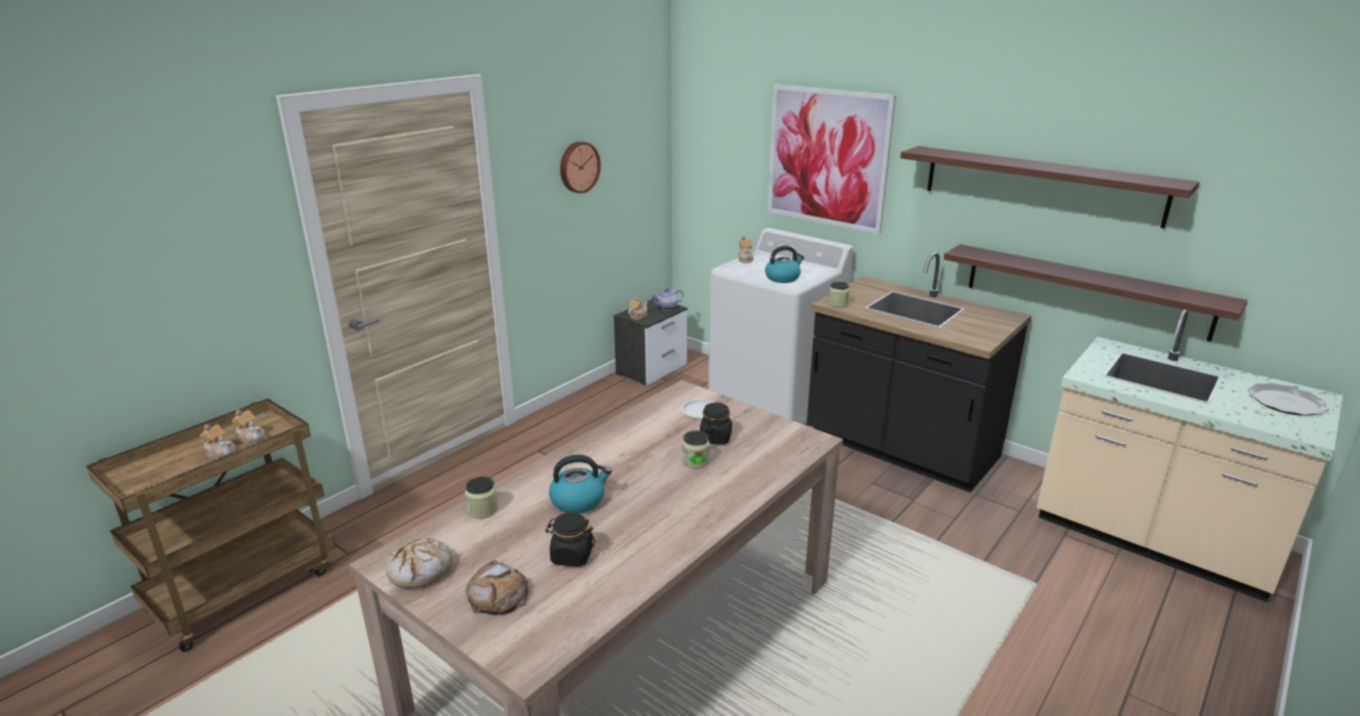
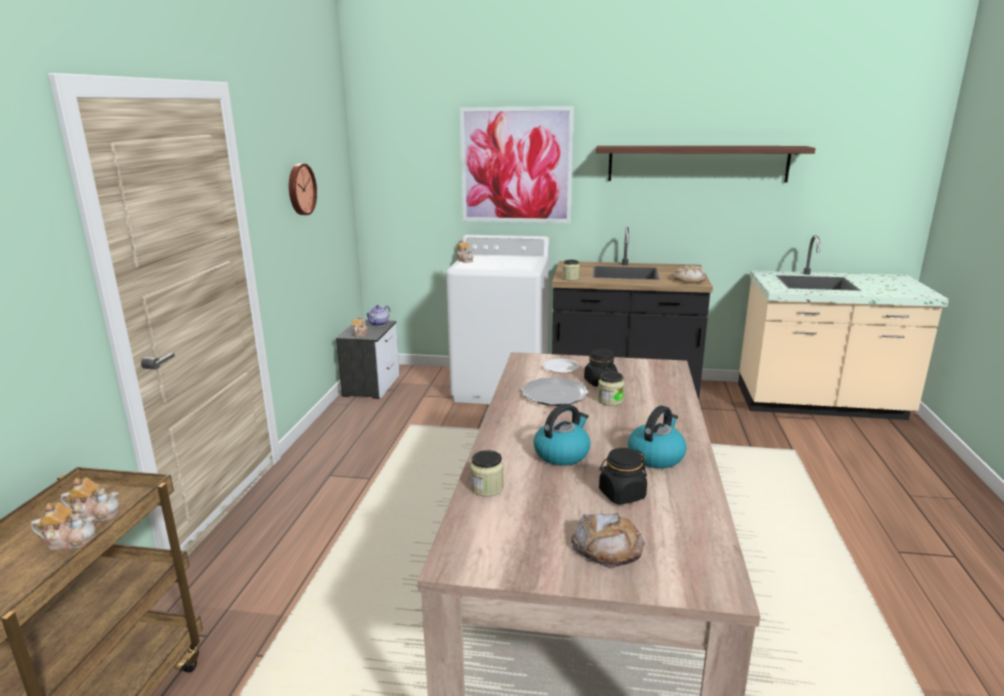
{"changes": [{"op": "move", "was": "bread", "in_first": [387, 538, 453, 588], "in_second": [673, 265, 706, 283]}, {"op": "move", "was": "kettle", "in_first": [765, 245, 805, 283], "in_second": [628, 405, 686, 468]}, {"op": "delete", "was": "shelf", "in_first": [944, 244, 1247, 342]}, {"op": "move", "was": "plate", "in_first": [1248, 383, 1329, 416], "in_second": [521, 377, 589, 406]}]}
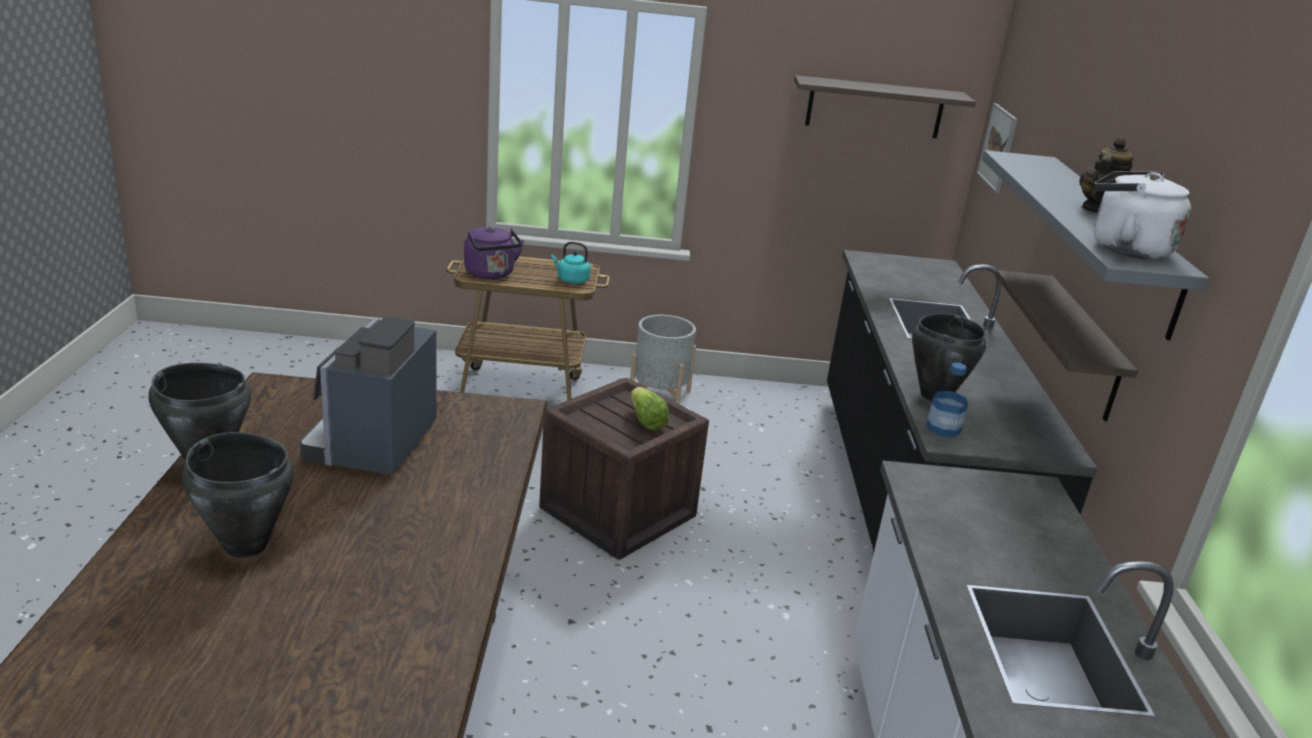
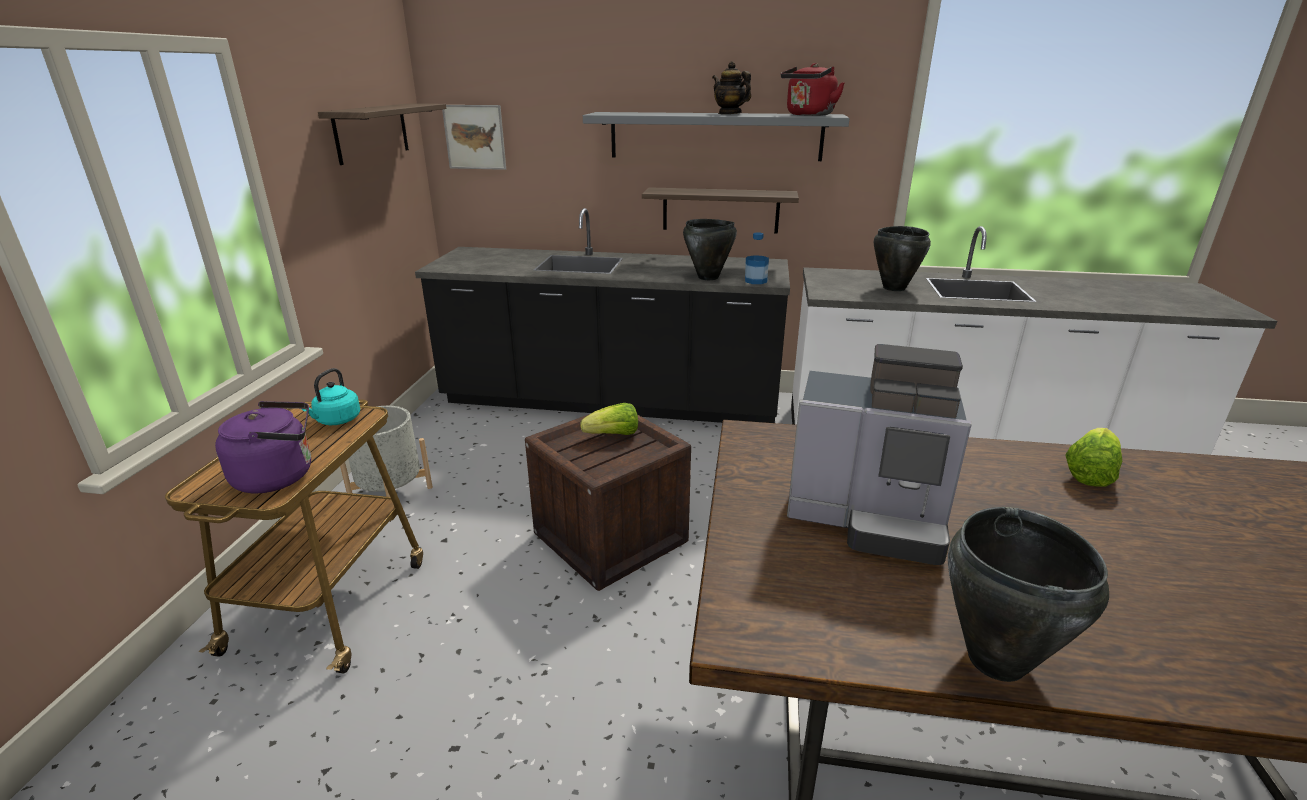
{"changes": [{"op": "move", "was": "cooking pot (black)", "in_first": [182, 432, 294, 558], "in_second": [874, 226, 931, 291]}, {"op": "recolor", "was": "kettle (white)", "now": "kettle (red)", "in_first": [1094, 171, 1191, 259], "in_second": [781, 63, 845, 116]}, {"op": "insert", "now": "lettuce", "in_second": [1065, 428, 1122, 487]}]}
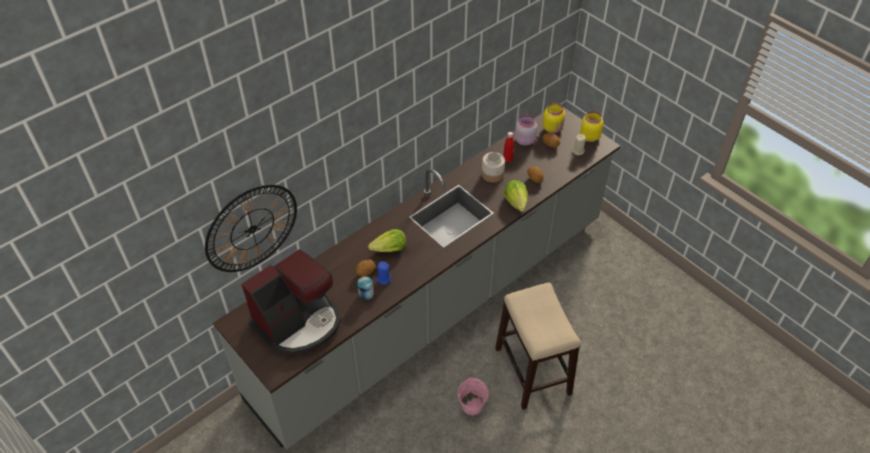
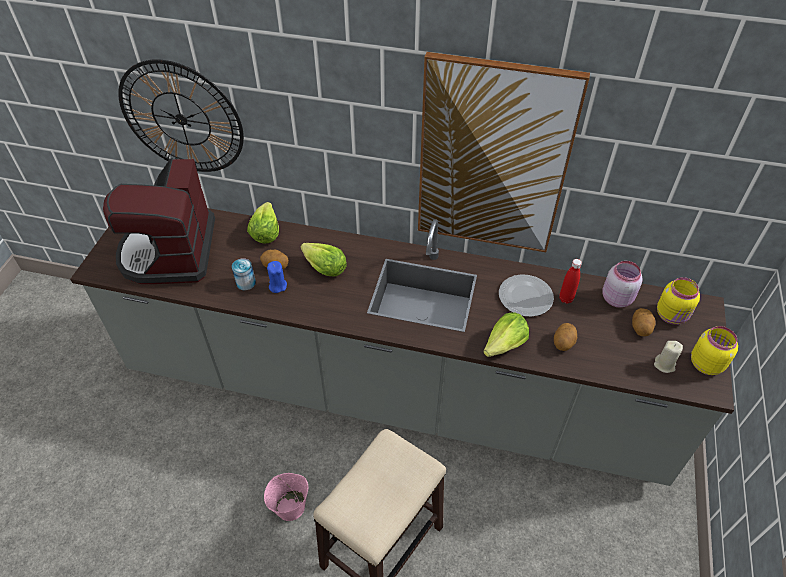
{"changes": [{"op": "rotate", "was": "coffee machine", "in_first": [241, 249, 341, 355], "in_second": [103, 158, 215, 284], "clockwise": 75}, {"op": "replace", "was": "jar", "now": "plate", "in_first": [482, 152, 505, 183], "in_second": [499, 274, 554, 317]}, {"op": "insert", "now": "lettuce", "in_second": [247, 202, 279, 243]}, {"op": "insert", "now": "picture", "in_second": [418, 52, 590, 252]}]}
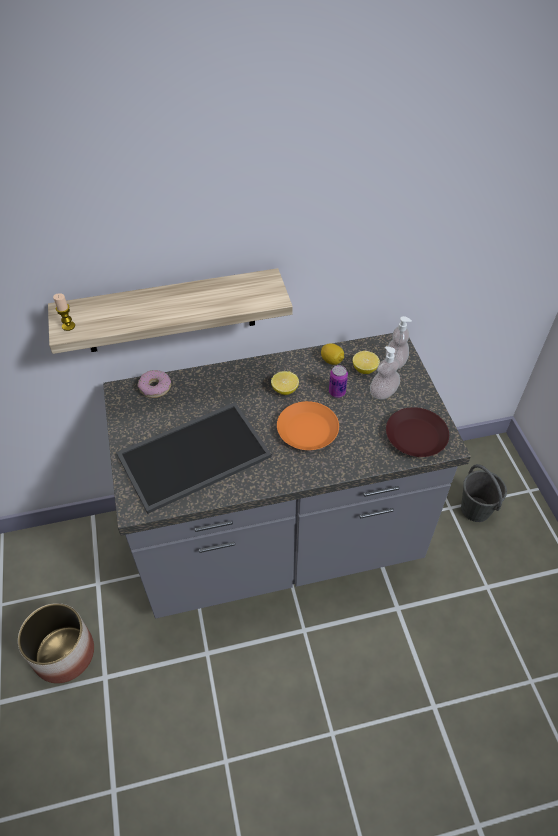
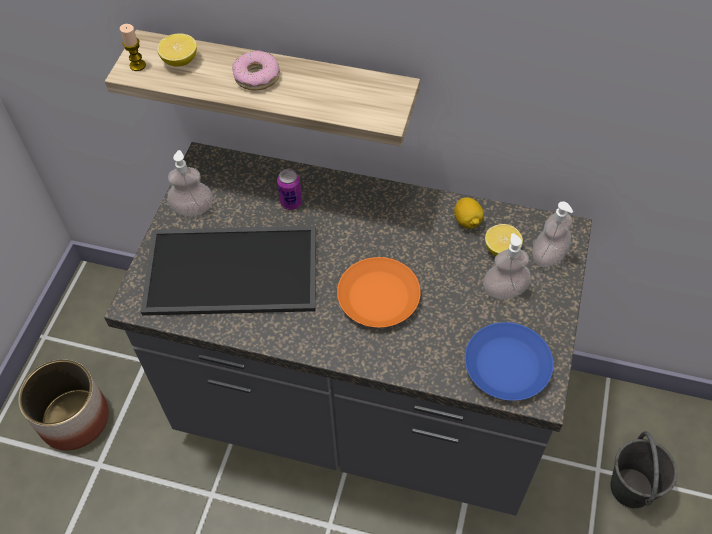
{"changes": [{"op": "move", "was": "donut", "in_first": [138, 370, 171, 398], "in_second": [232, 50, 280, 91]}, {"op": "move", "was": "lemon", "in_first": [271, 371, 299, 395], "in_second": [157, 33, 197, 67]}, {"op": "move", "was": "can", "in_first": [329, 365, 348, 398], "in_second": [277, 169, 302, 210]}, {"op": "recolor", "was": "plate (brown)", "now": "plate (blue)", "in_first": [386, 407, 449, 457], "in_second": [465, 322, 554, 401]}, {"op": "insert", "now": "soap dispenser", "in_second": [168, 150, 213, 216]}]}
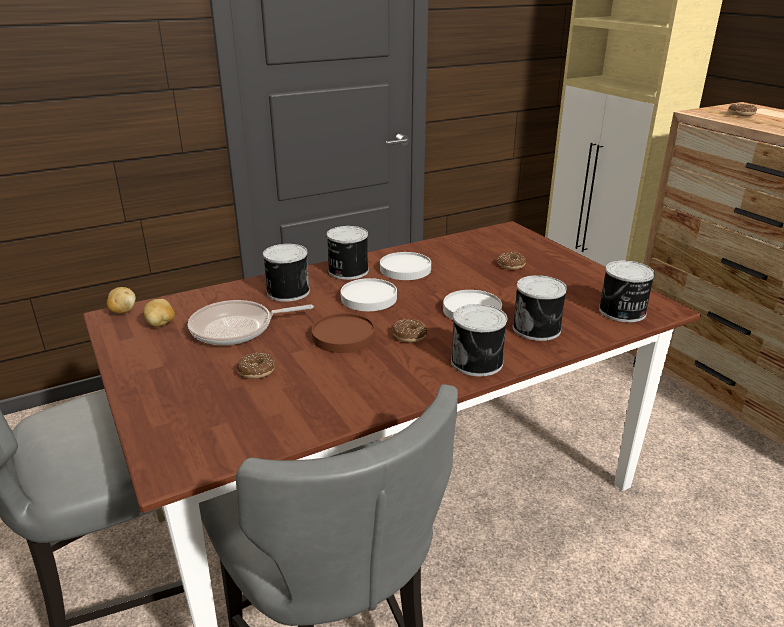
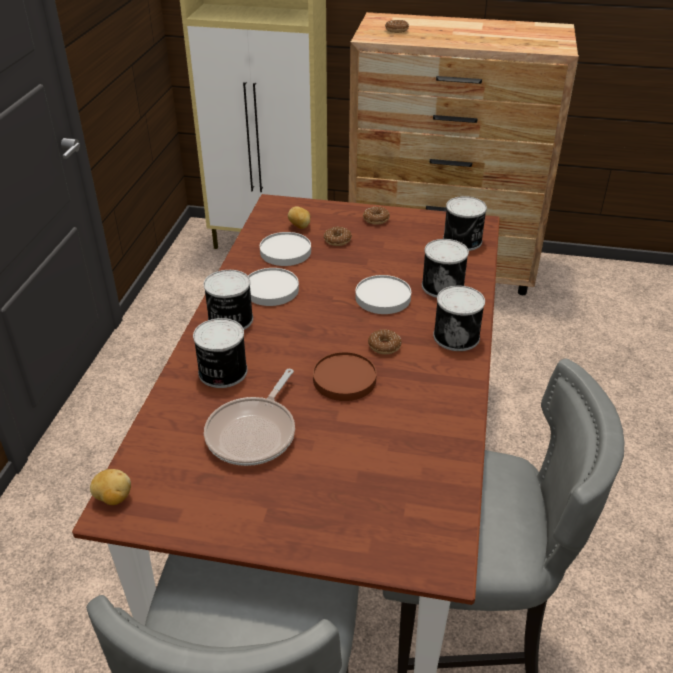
{"changes": [{"op": "move", "was": "potato", "in_first": [143, 299, 175, 327], "in_second": [288, 206, 310, 229]}, {"op": "move", "was": "donut", "in_first": [237, 353, 275, 379], "in_second": [363, 207, 390, 225]}, {"op": "move", "was": "plate (white)", "in_first": [341, 278, 397, 311], "in_second": [260, 232, 311, 266]}]}
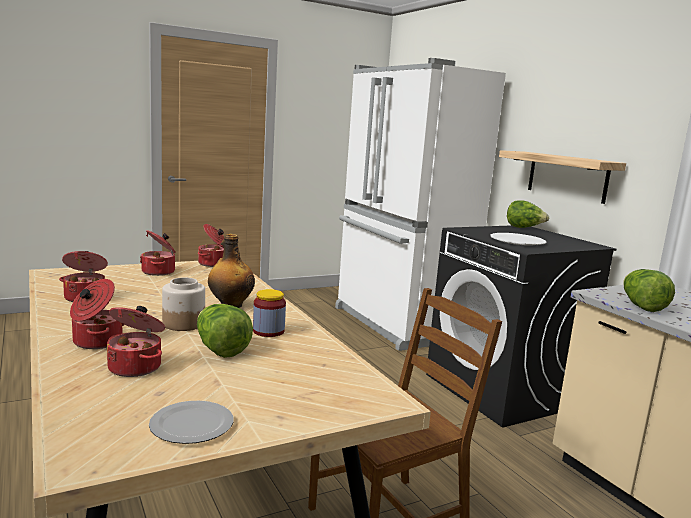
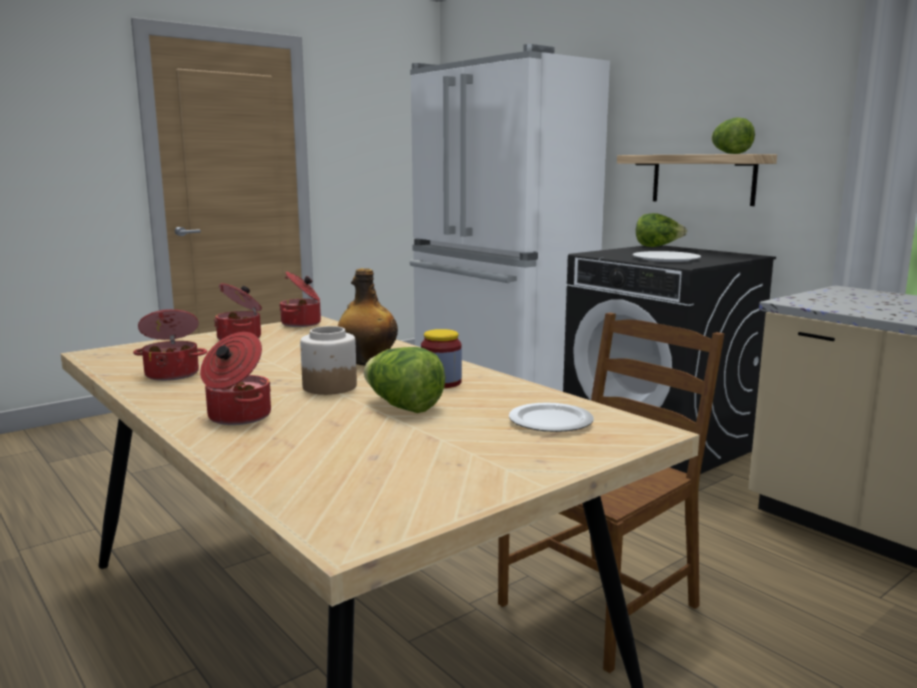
{"changes": [{"op": "delete", "was": "cooking pot", "in_first": [107, 306, 165, 377]}, {"op": "move", "was": "plate", "in_first": [149, 401, 234, 444], "in_second": [509, 402, 594, 432]}, {"op": "move", "was": "lettuce", "in_first": [623, 269, 675, 312], "in_second": [711, 117, 755, 154]}]}
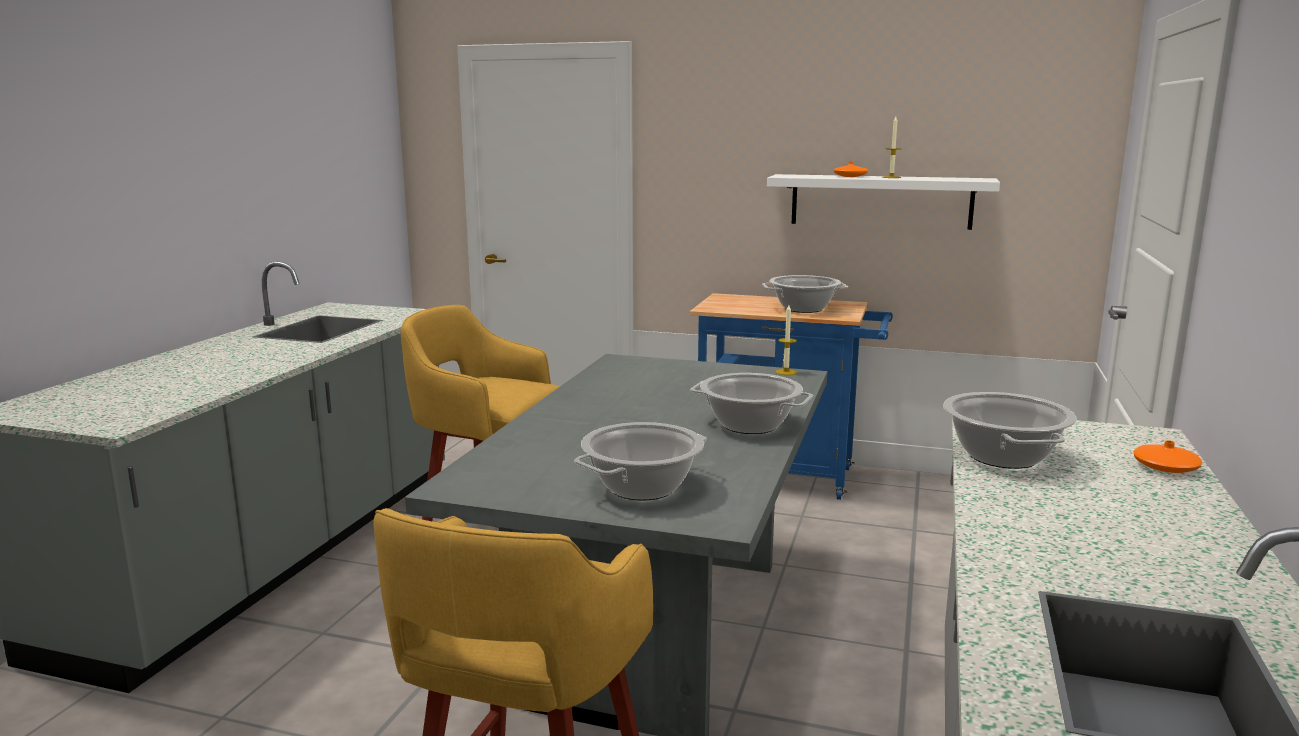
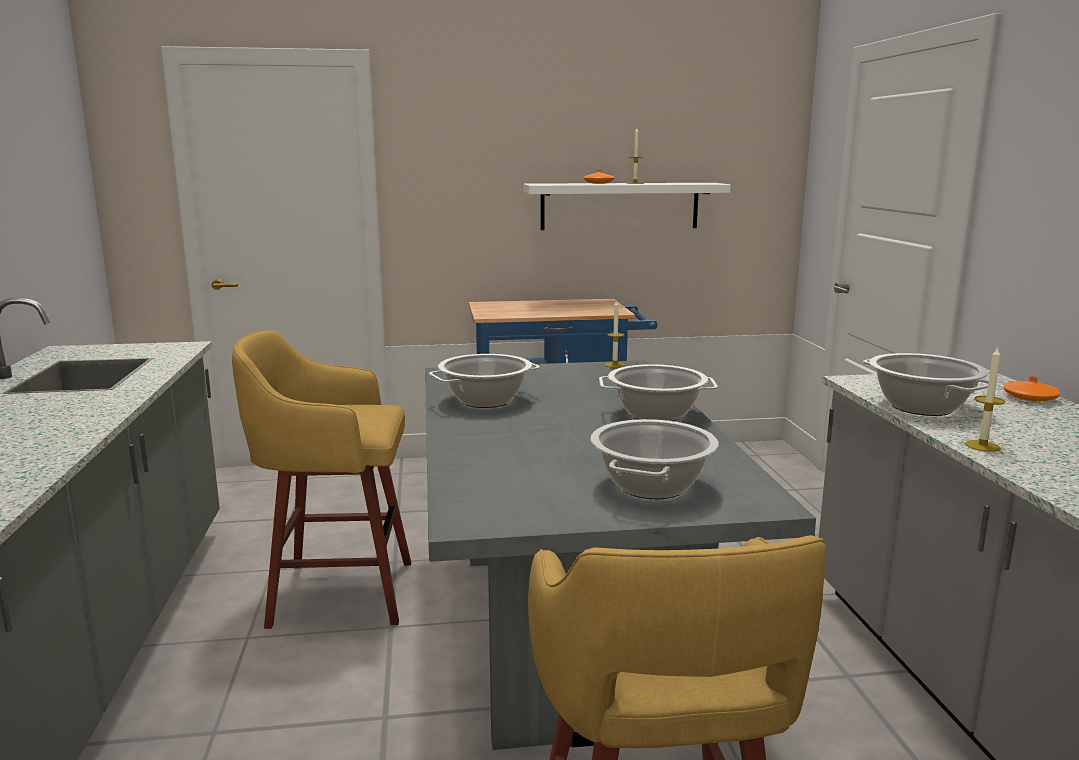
{"changes": [{"op": "move", "was": "cooking pot", "in_first": [762, 275, 848, 313], "in_second": [429, 354, 540, 408]}, {"op": "insert", "now": "candle", "in_second": [965, 347, 1005, 452]}]}
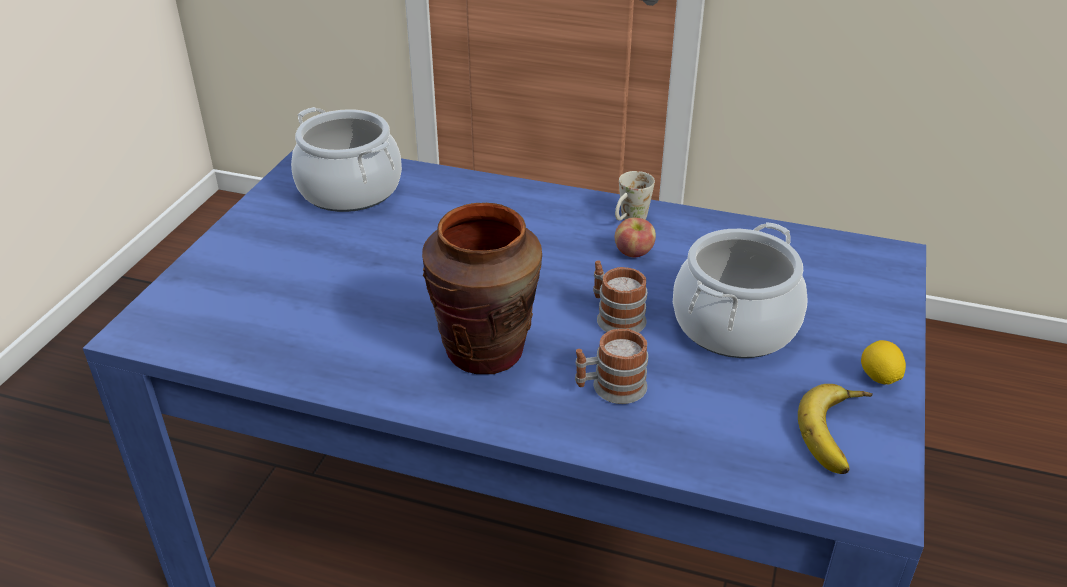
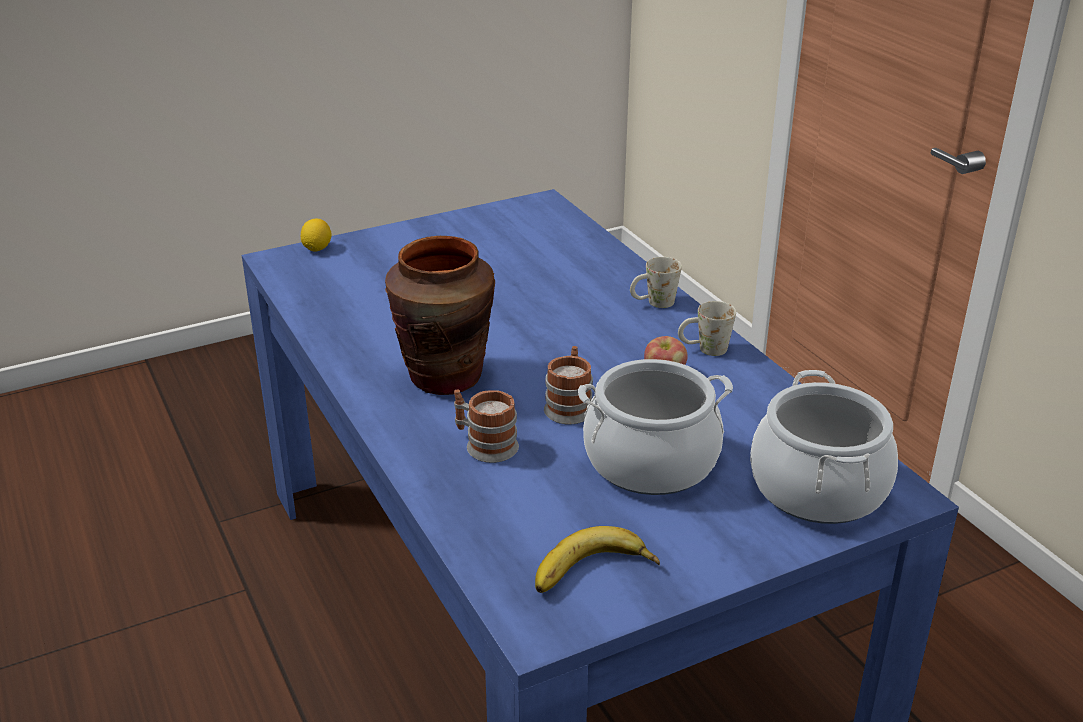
{"changes": [{"op": "move", "was": "cooking pot", "in_first": [291, 107, 402, 212], "in_second": [750, 370, 898, 524]}, {"op": "move", "was": "lemon", "in_first": [861, 340, 906, 384], "in_second": [301, 219, 332, 252]}, {"op": "insert", "now": "mug (white)", "in_second": [630, 257, 682, 308]}]}
